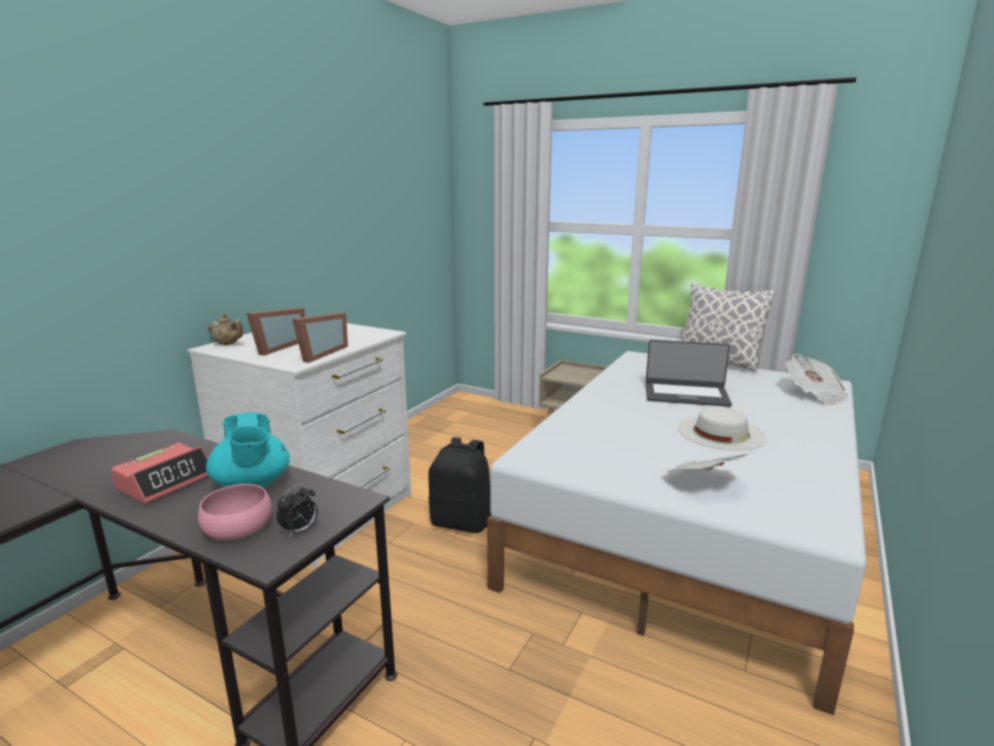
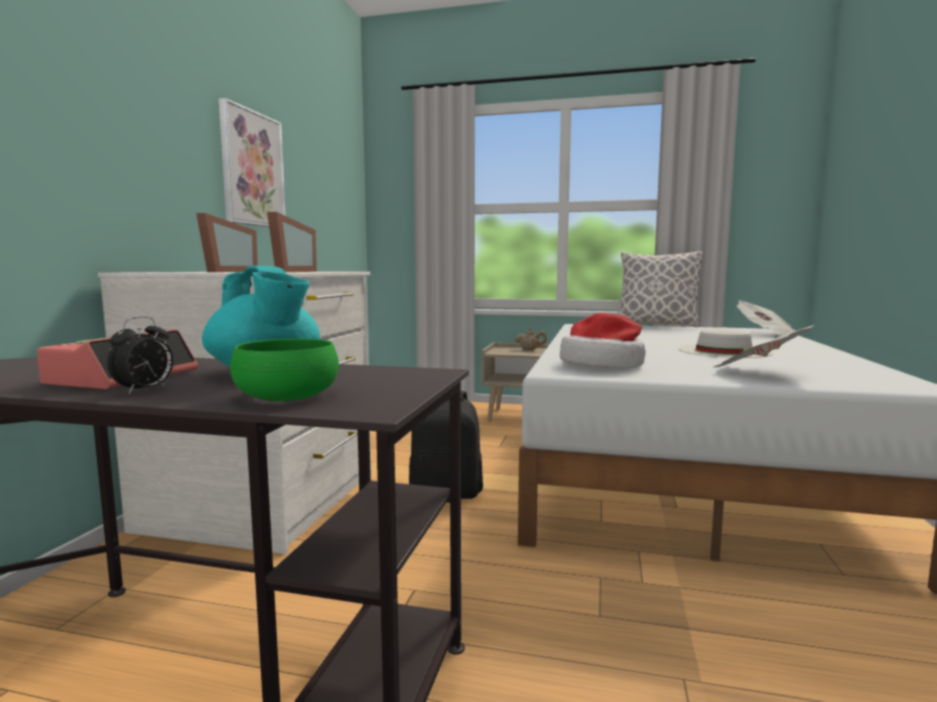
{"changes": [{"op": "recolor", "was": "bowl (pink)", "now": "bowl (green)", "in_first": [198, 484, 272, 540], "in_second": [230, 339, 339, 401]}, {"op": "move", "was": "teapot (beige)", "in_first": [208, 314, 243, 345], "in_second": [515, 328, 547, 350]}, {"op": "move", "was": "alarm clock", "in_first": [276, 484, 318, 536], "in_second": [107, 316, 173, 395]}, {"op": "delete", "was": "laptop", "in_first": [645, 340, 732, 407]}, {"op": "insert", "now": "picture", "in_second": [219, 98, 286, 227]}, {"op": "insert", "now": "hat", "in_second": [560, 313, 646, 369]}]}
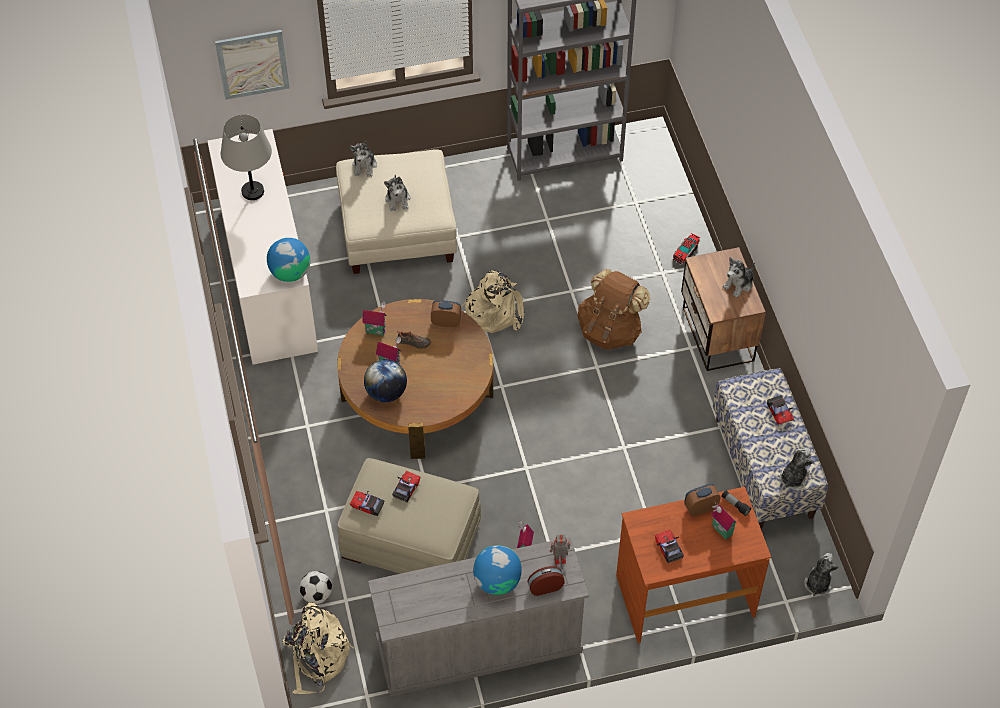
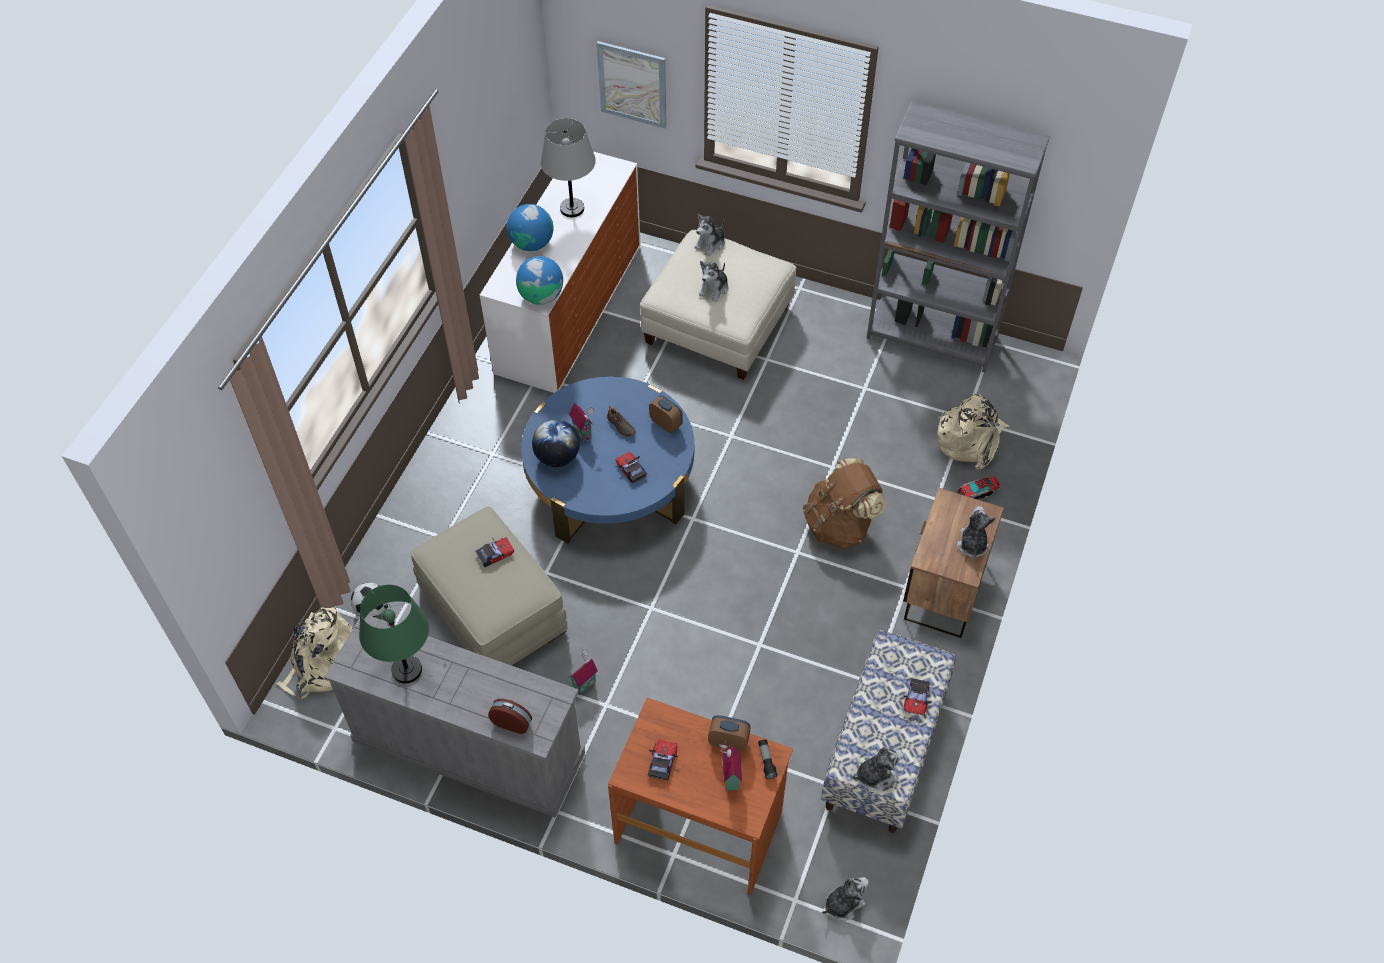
{"changes": [{"op": "recolor", "was": "coffee table (brown)", "now": "coffee table (blue)", "in_first": [337, 299, 493, 459], "in_second": [521, 377, 694, 543]}, {"op": "move", "was": "toy car", "in_first": [350, 490, 385, 516], "in_second": [615, 451, 647, 484]}, {"op": "delete", "was": "toy house", "in_first": [362, 301, 387, 336]}, {"op": "move", "was": "backpack (beige)", "in_first": [461, 270, 524, 333], "in_second": [937, 394, 1009, 470]}, {"op": "move", "was": "globe", "in_first": [473, 545, 522, 595], "in_second": [507, 204, 554, 251]}, {"op": "delete", "was": "toy robot", "in_first": [550, 534, 570, 564]}, {"op": "rotate", "was": "plush toy", "in_first": [723, 257, 755, 297], "in_second": [957, 506, 996, 559], "clockwise": 105}, {"op": "insert", "now": "table lamp (green)", "in_second": [359, 585, 429, 683]}]}
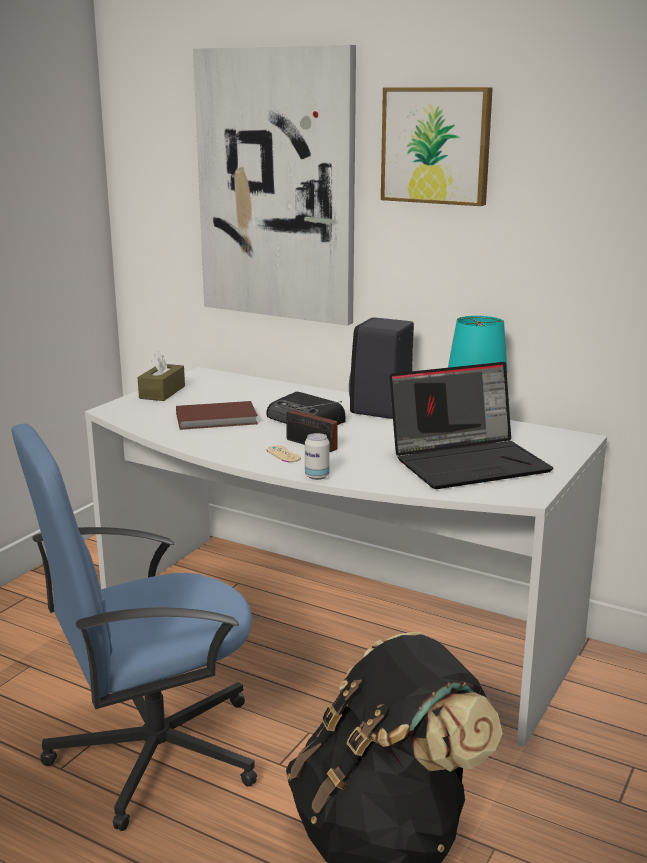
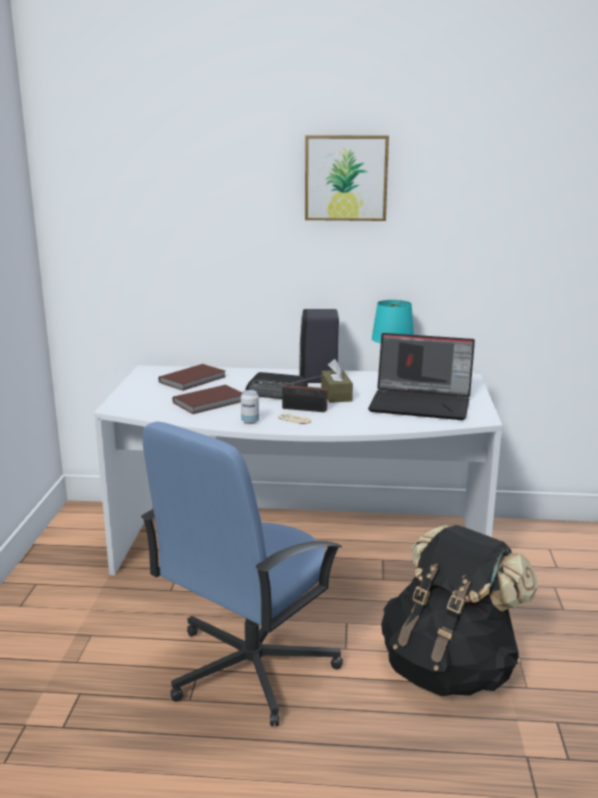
{"changes": [{"op": "move", "was": "tissue box (brown)", "in_first": [138, 350, 185, 401], "in_second": [321, 359, 353, 403]}, {"op": "delete", "was": "picture", "in_first": [193, 45, 356, 326]}, {"op": "move", "was": "can", "in_first": [305, 433, 330, 480], "in_second": [241, 390, 259, 424]}, {"op": "rotate", "was": "laptop", "in_first": [389, 362, 554, 489], "in_second": [368, 333, 475, 420], "clockwise": 60}, {"op": "insert", "now": "book (brown)", "in_second": [158, 364, 225, 391]}]}
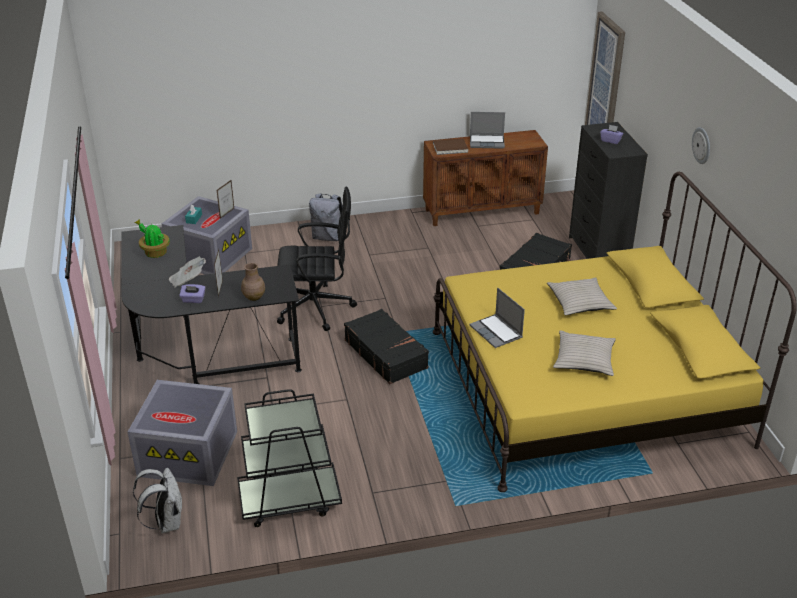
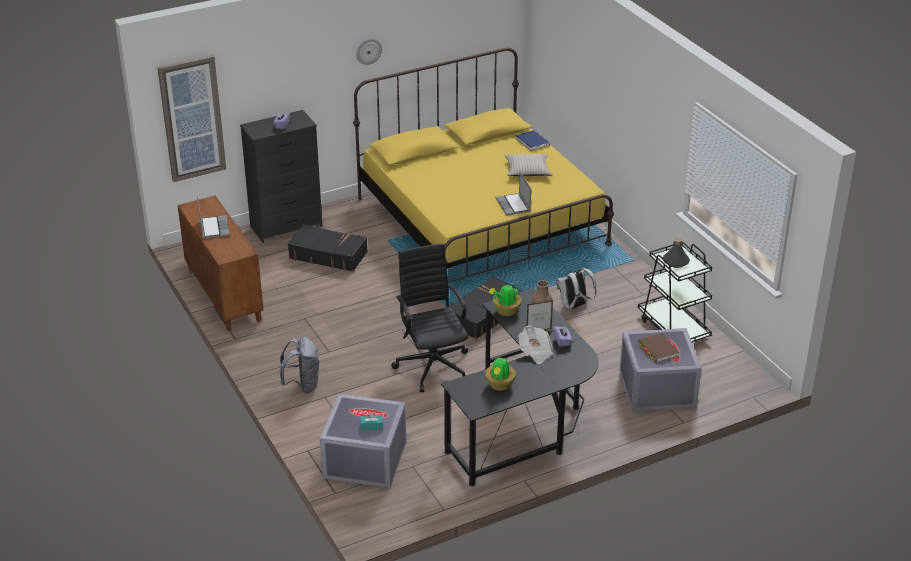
{"changes": [{"op": "move", "was": "backpack (white)", "in_first": [133, 468, 182, 533], "in_second": [557, 268, 596, 310]}, {"op": "delete", "was": "picture frame", "in_first": [217, 180, 234, 219]}, {"op": "move", "was": "book (brown)", "in_first": [433, 139, 468, 155], "in_second": [638, 333, 679, 362]}, {"op": "rotate", "was": "laptop", "in_first": [469, 288, 525, 348], "in_second": [496, 172, 531, 216], "clockwise": 120}, {"op": "delete", "was": "pillow (beige)", "in_first": [547, 277, 617, 315]}, {"op": "insert", "now": "potted plant", "in_second": [489, 284, 522, 316]}, {"op": "insert", "now": "book (blue)", "in_second": [515, 130, 550, 151]}, {"op": "insert", "now": "bottle (grey)", "in_second": [663, 238, 690, 268]}]}
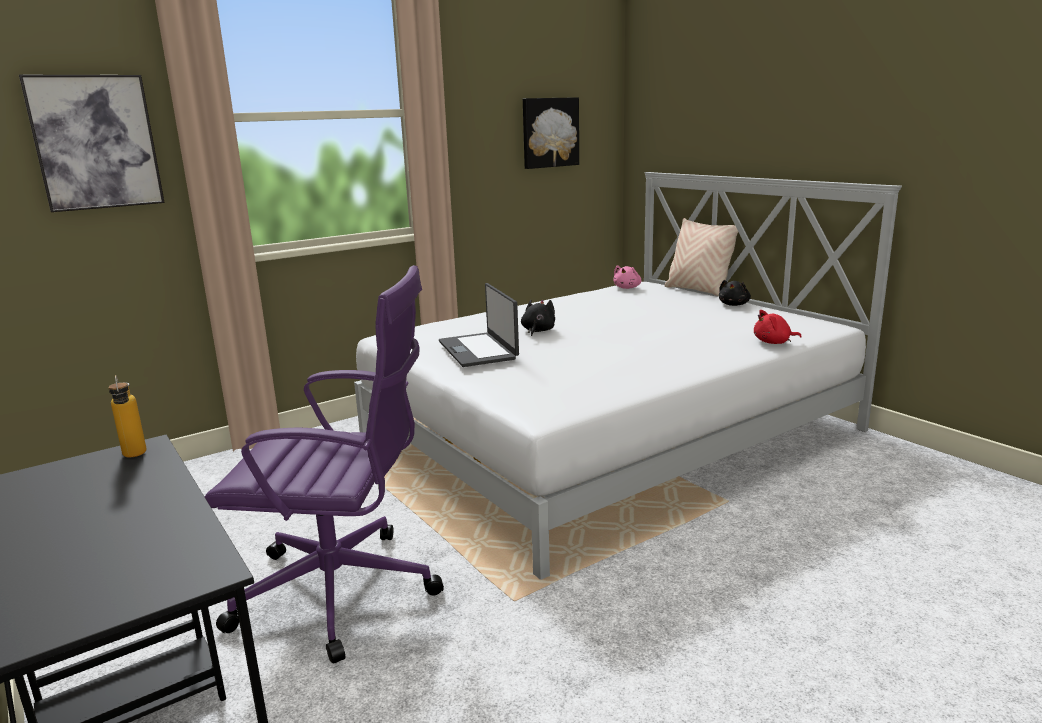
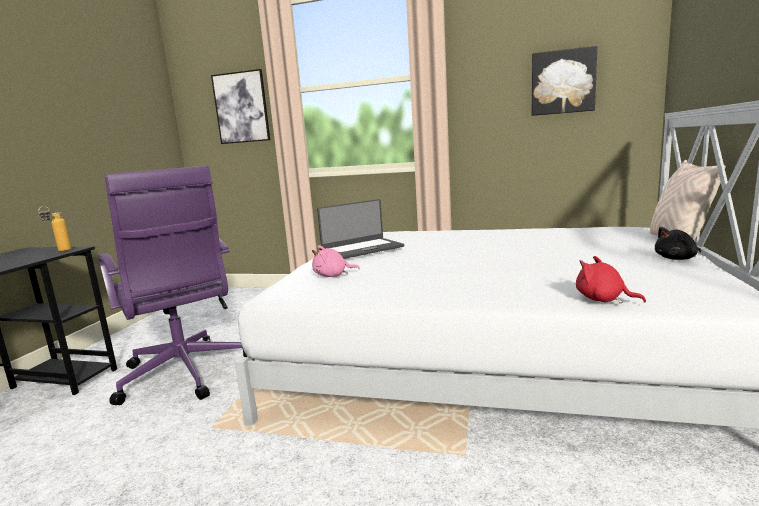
{"changes": [{"op": "rotate", "was": "laptop", "in_first": [439, 283, 519, 367], "in_second": [317, 199, 404, 259], "clockwise": -150}, {"op": "delete", "was": "plush toy (black)", "in_first": [521, 300, 555, 336]}, {"op": "move", "was": "plush toy (pink)", "in_first": [613, 265, 641, 289], "in_second": [312, 245, 360, 277]}]}
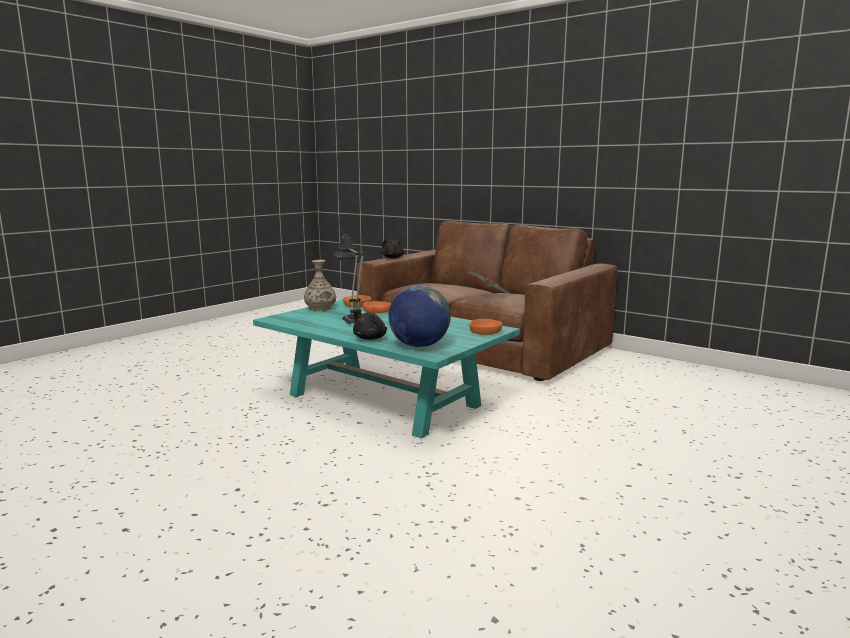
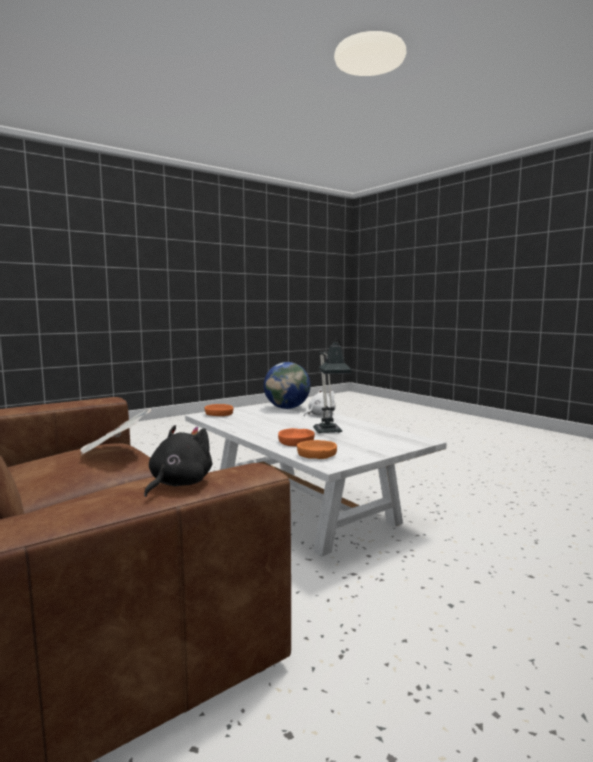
{"changes": [{"op": "recolor", "was": "coffee table (turquoise)", "now": "coffee table (white)", "in_first": [253, 299, 520, 438], "in_second": [185, 403, 447, 557]}, {"op": "delete", "was": "vase", "in_first": [304, 260, 336, 311]}, {"op": "recolor", "was": "plush toy (black)", "now": "plush toy (white)", "in_first": [353, 311, 387, 340], "in_second": [304, 389, 336, 416]}]}
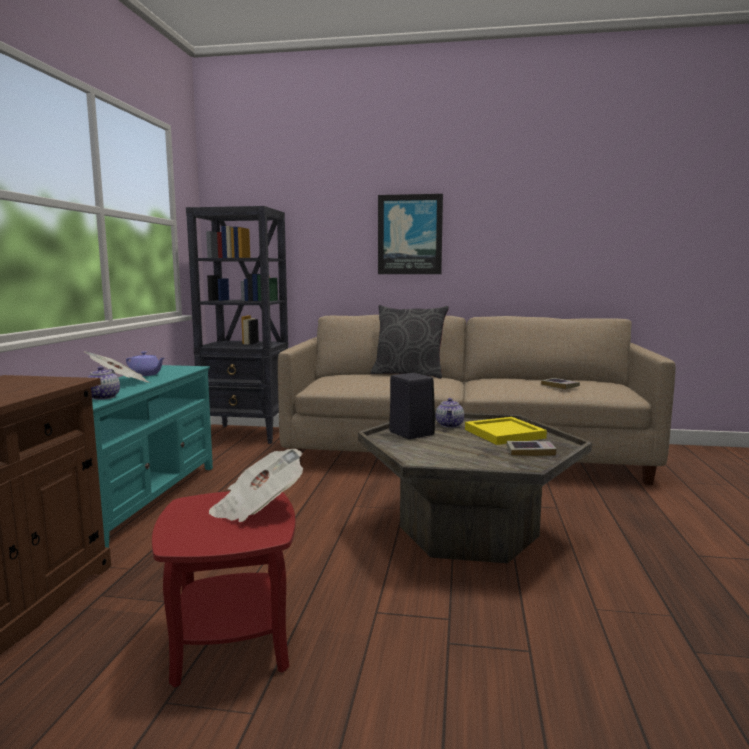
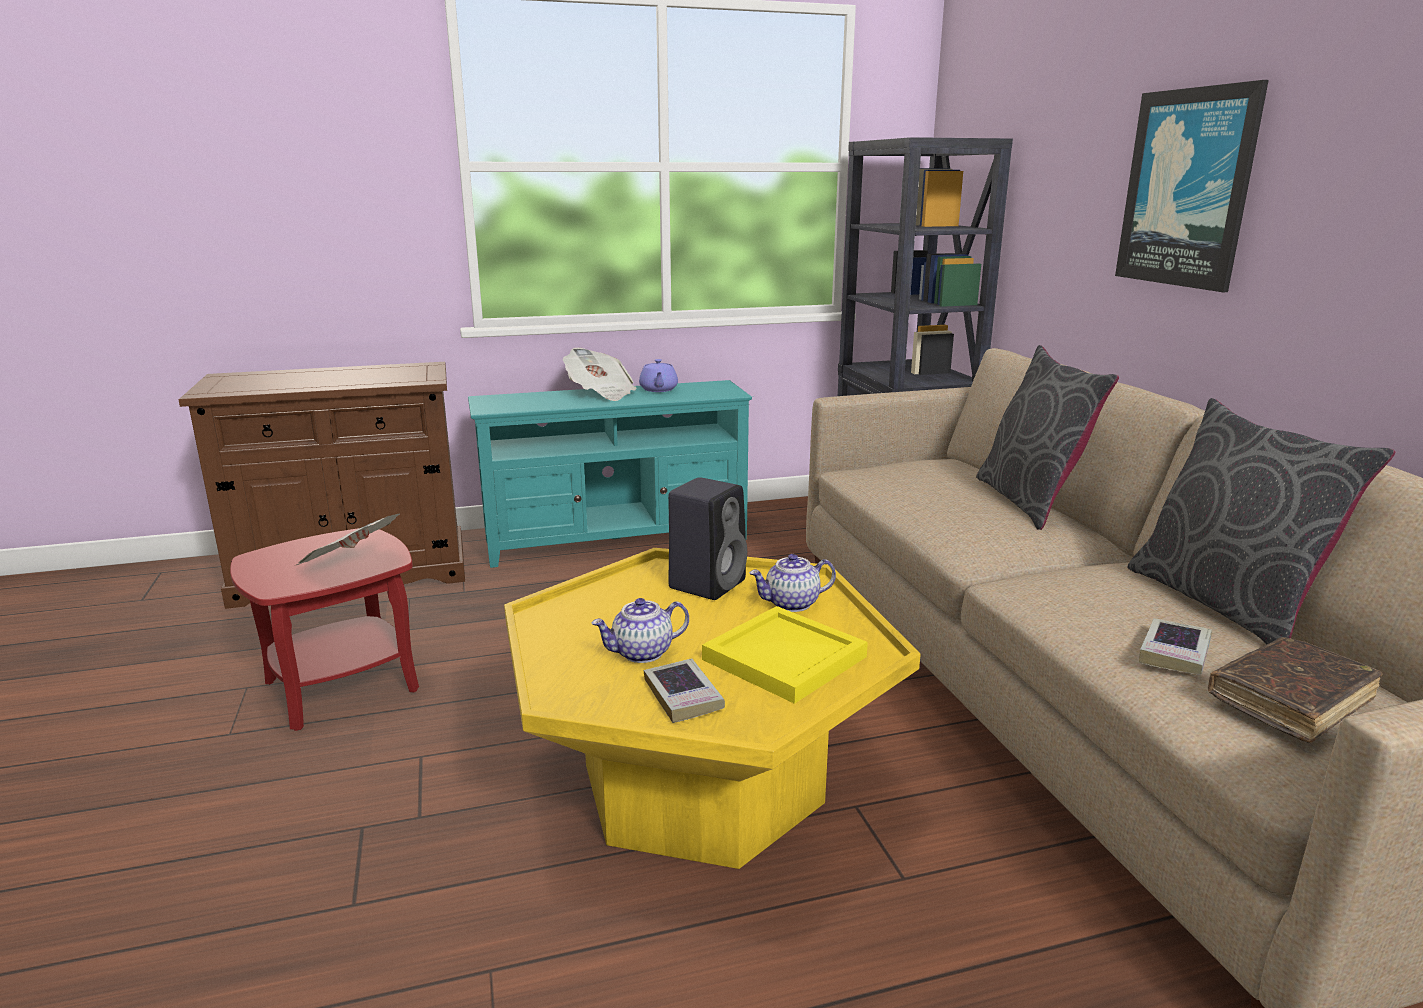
{"changes": [{"op": "move", "was": "teapot", "in_first": [87, 366, 120, 400], "in_second": [591, 598, 689, 663]}, {"op": "recolor", "was": "coffee table (grey)", "now": "coffee table (yellow)", "in_first": [358, 412, 592, 563], "in_second": [504, 548, 921, 869]}, {"op": "insert", "now": "pillow (grey)", "in_second": [1127, 398, 1396, 644]}, {"op": "insert", "now": "book (brown)", "in_second": [1208, 637, 1382, 743]}]}
